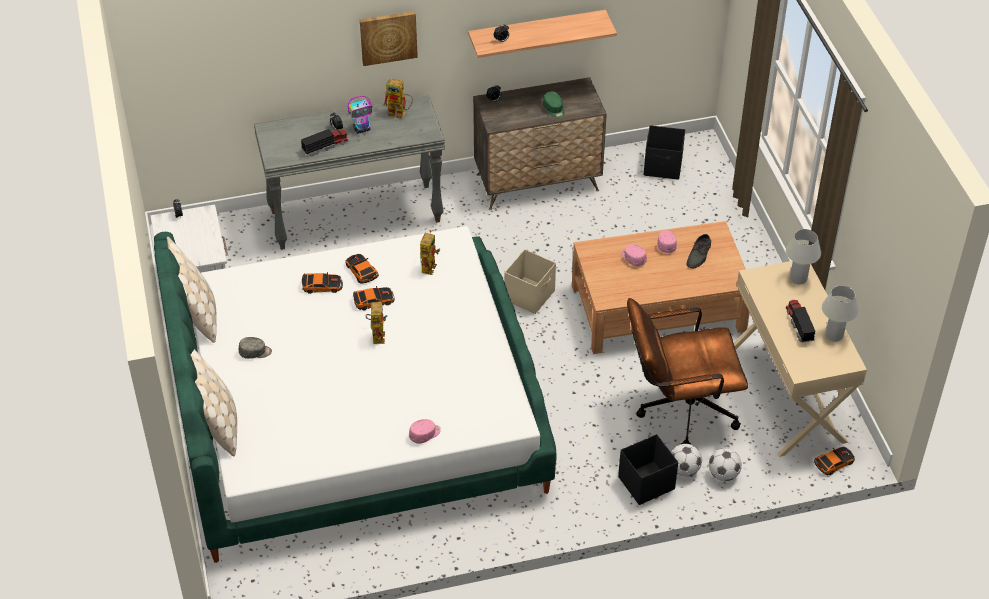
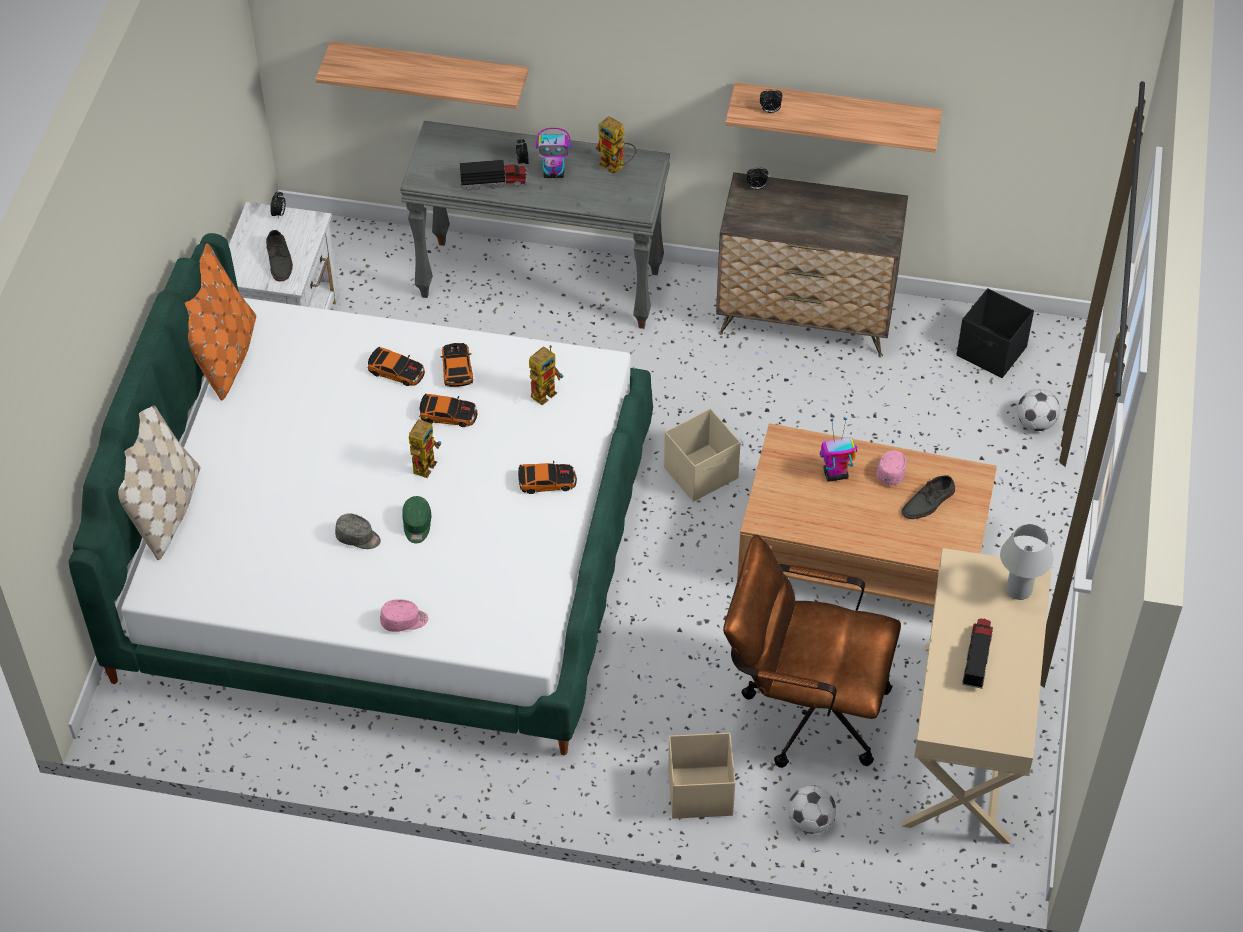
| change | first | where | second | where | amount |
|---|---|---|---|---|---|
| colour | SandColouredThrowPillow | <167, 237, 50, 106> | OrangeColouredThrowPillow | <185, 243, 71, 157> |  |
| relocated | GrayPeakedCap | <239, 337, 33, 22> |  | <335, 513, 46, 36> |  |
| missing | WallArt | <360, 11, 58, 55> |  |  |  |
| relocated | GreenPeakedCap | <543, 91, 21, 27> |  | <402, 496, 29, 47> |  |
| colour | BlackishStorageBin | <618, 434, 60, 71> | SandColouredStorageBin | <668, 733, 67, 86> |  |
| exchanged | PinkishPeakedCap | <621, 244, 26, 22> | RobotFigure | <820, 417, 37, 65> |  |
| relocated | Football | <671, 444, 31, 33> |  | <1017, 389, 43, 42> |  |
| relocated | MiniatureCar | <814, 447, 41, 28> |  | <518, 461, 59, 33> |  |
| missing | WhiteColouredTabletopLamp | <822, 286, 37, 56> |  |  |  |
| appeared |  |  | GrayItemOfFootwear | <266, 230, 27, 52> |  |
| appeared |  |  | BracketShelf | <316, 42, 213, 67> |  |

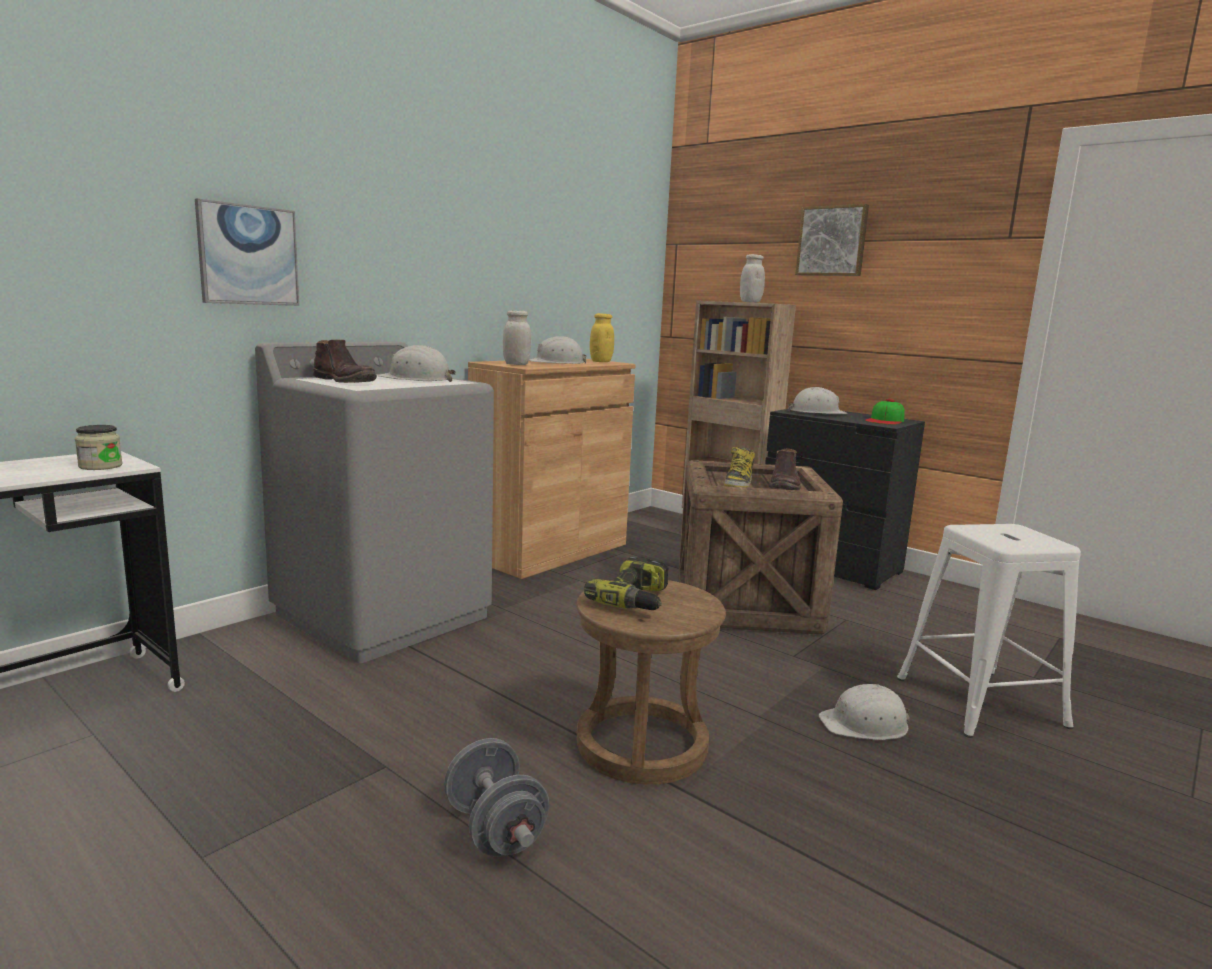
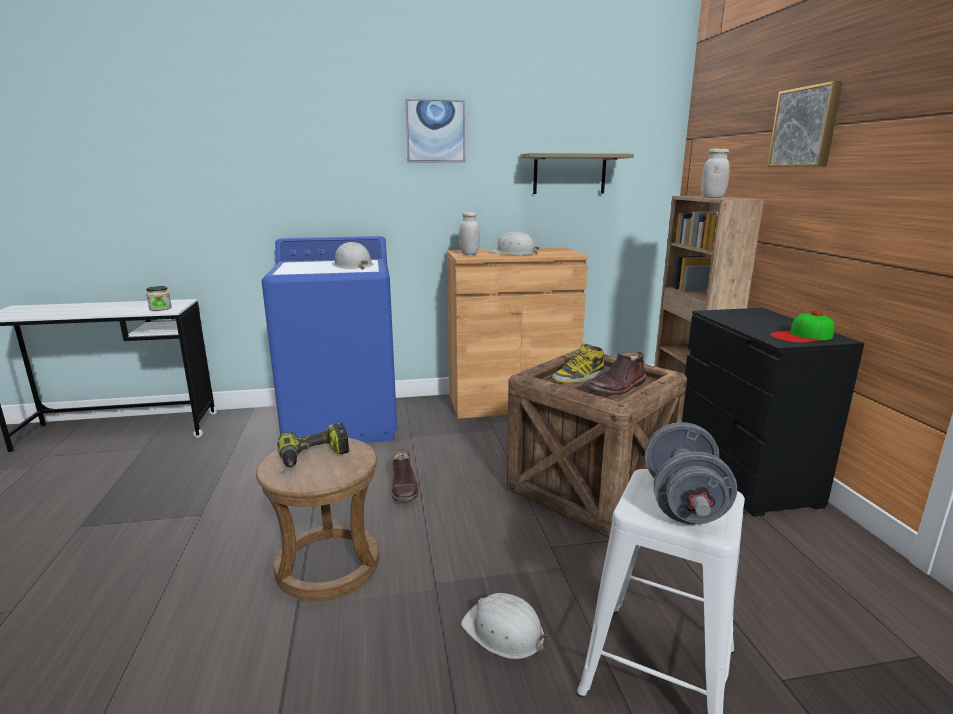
| change | first | where | second | where | amount |
|---|---|---|---|---|---|
| relocated | WallArt | <195, 198, 104, 108> |  | <405, 99, 60, 64> |  |
| colour | GrayWashingMachine | <255, 342, 239, 321> | BlueColouredWashingMachine | <261, 236, 136, 207> |  |
| relocated | BrownTallBoot | <313, 340, 64, 43> |  | <392, 449, 27, 53> |  |
| relocated | GrayDumbbell | <444, 738, 105, 119> |  | <645, 422, 92, 103> |  |
| missing | YellowJar | <590, 313, 24, 49> |  |  |  |
| missing | WhiteColouredHardHat | <788, 387, 60, 27> |  |  |  |
| appeared |  |  | BracketShelf | <520, 153, 114, 41> |  |

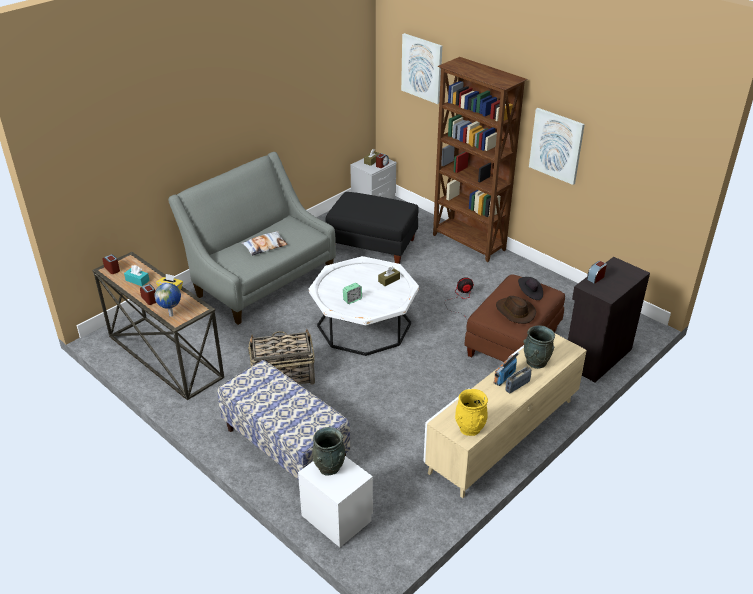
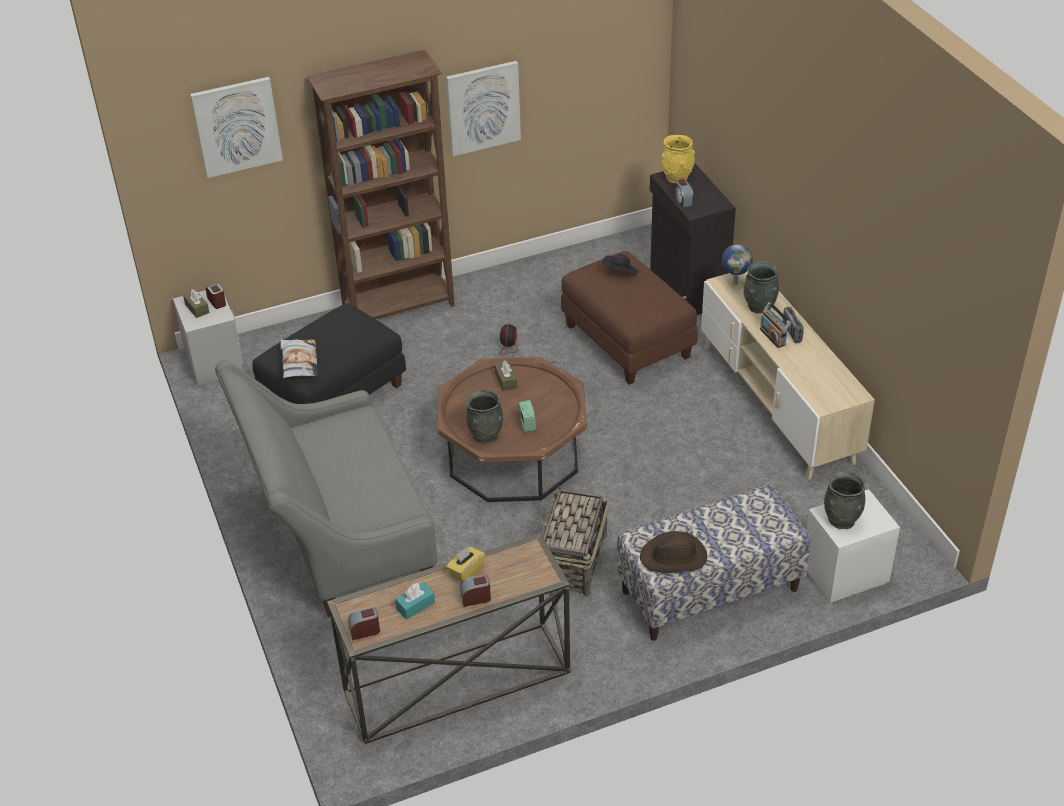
| change | first | where | second | where | amount |
|---|---|---|---|---|---|
| relocated | Globe | <154, 283, 27, 34> |  | <722, 244, 31, 41> |  |
| relocated | ThrowPillow | <242, 231, 46, 25> |  | <281, 339, 37, 39> |  |
| colour | WhiteColouredLowTable | <309, 256, 110, 100> | BrownLowTable | <437, 357, 150, 145> |  |
| relocated | YellowDecorativeVase | <455, 389, 33, 47> |  | <661, 135, 34, 48> |  |
| relocated | BrownClothingHat | <496, 296, 40, 28> |  | <640, 531, 68, 42> |  |
| appeared |  |  | GrayDecorativeVase | <465, 390, 38, 54> |  |

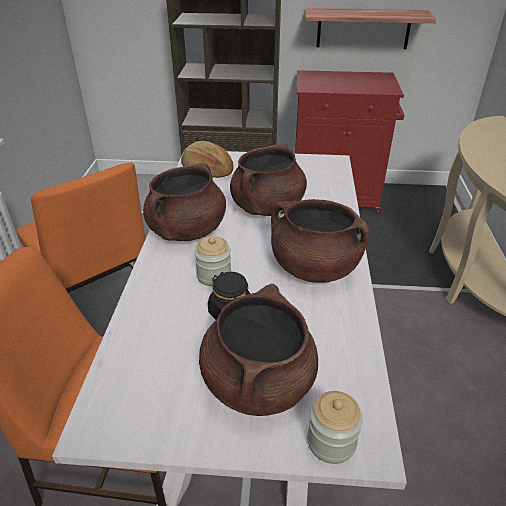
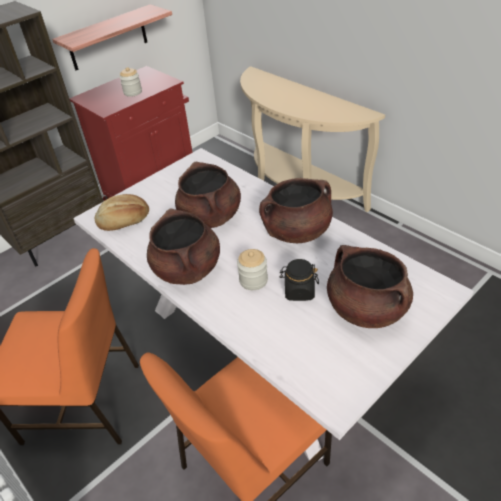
| change | first | where | second | where | amount |
|---|---|---|---|---|---|
| relocated | Jar | <307, 391, 56, 73> |  | <119, 67, 23, 30> |  |

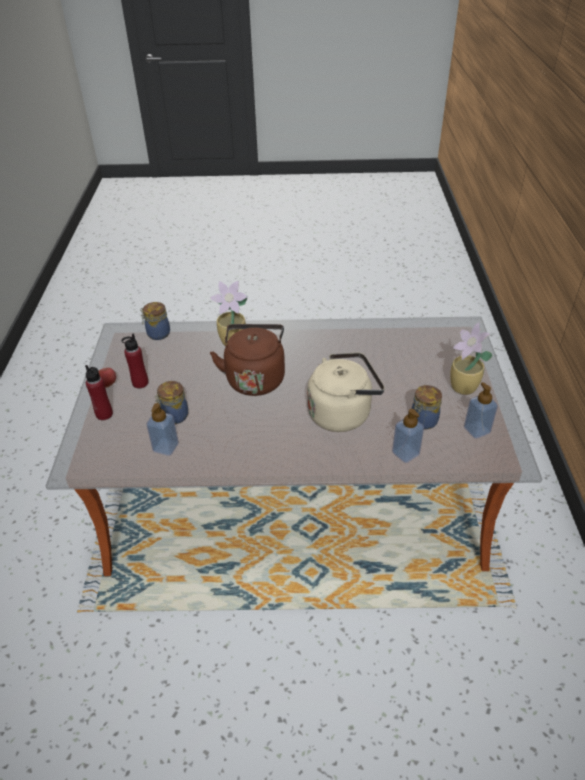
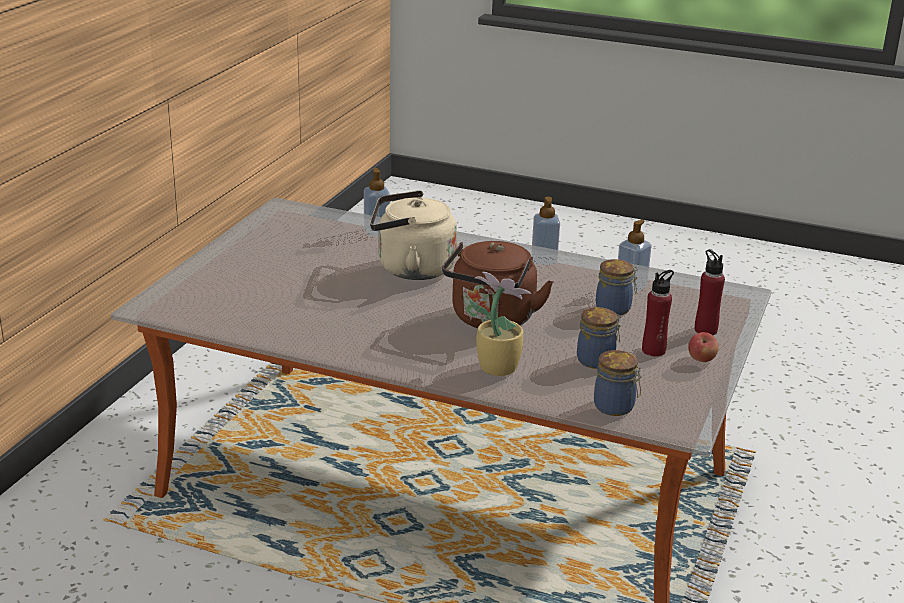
| change | first | where | second | where | amount |
|---|---|---|---|---|---|
| relocated | Jar | <412, 385, 30, 44> |  | <577, 307, 44, 62> |  |
| missing | PottedPlant | <450, 322, 43, 73> |  |  |  |
| relocated | SoapDispenser | <464, 382, 34, 57> |  | <531, 197, 29, 68> |  |

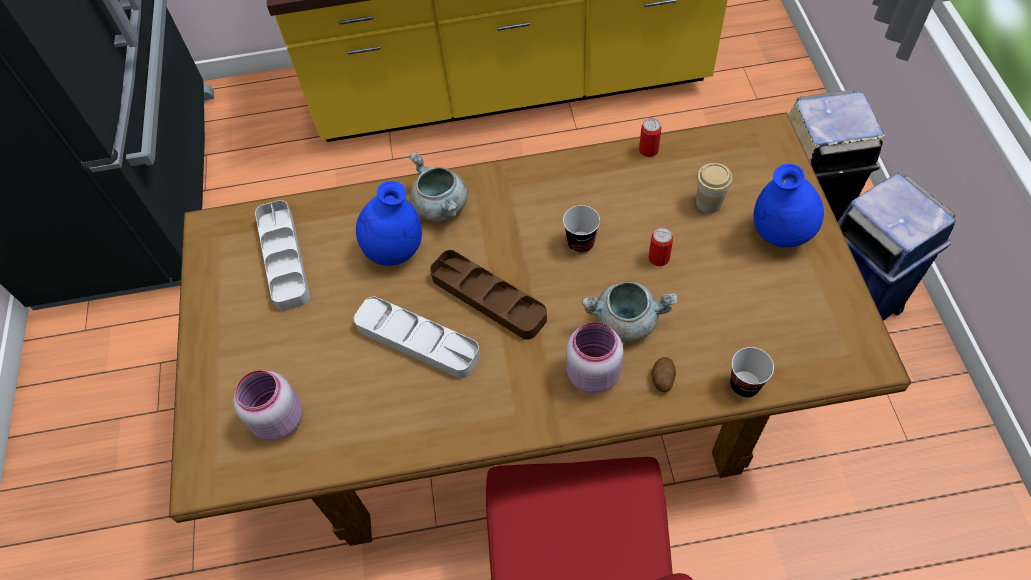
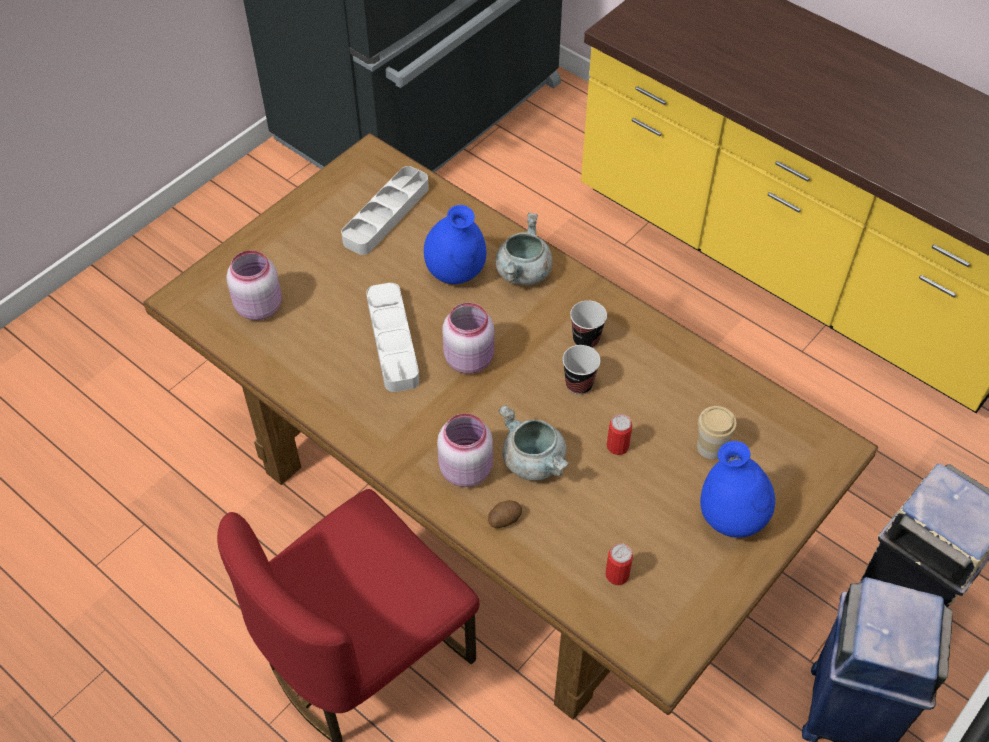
| change | first | where | second | where | amount |
|---|---|---|---|---|---|
| exchanged | BrownTray | <430, 250, 117, 90> | PinkishJar | <443, 303, 51, 71> |  |
| relocated | Can | <639, 118, 23, 39> |  | <605, 543, 28, 42> |  |
| relocated | Cup | <730, 347, 44, 51> |  | <570, 300, 37, 48> |  |

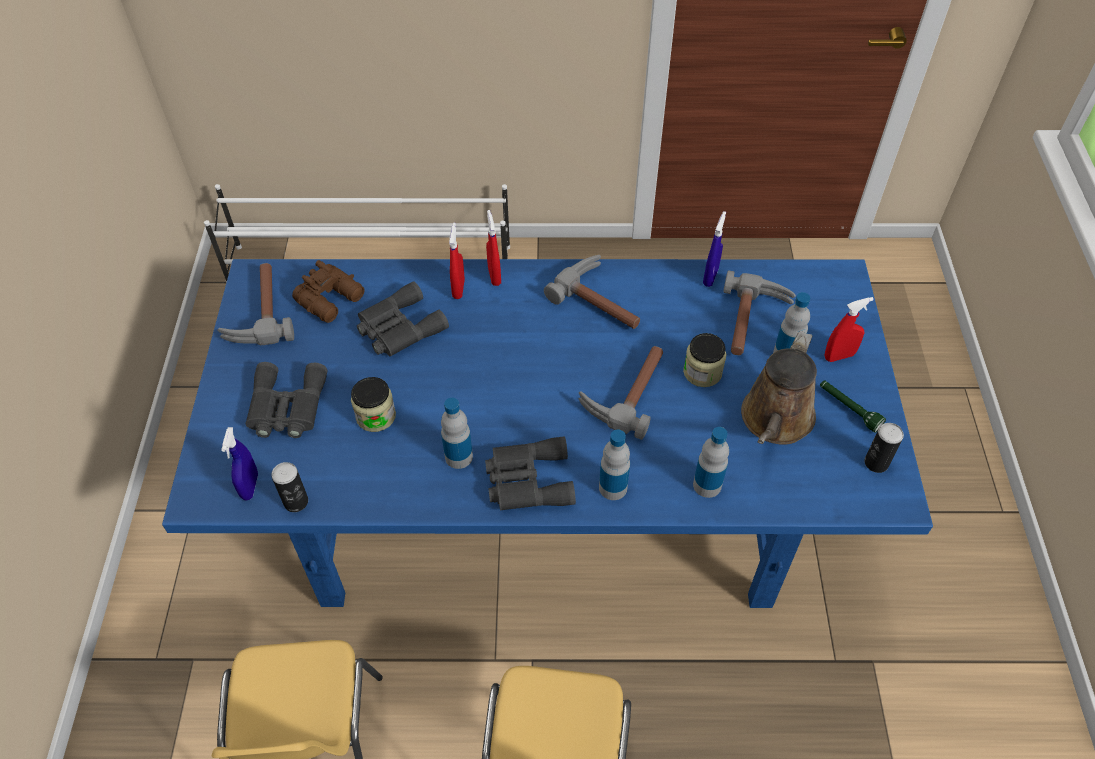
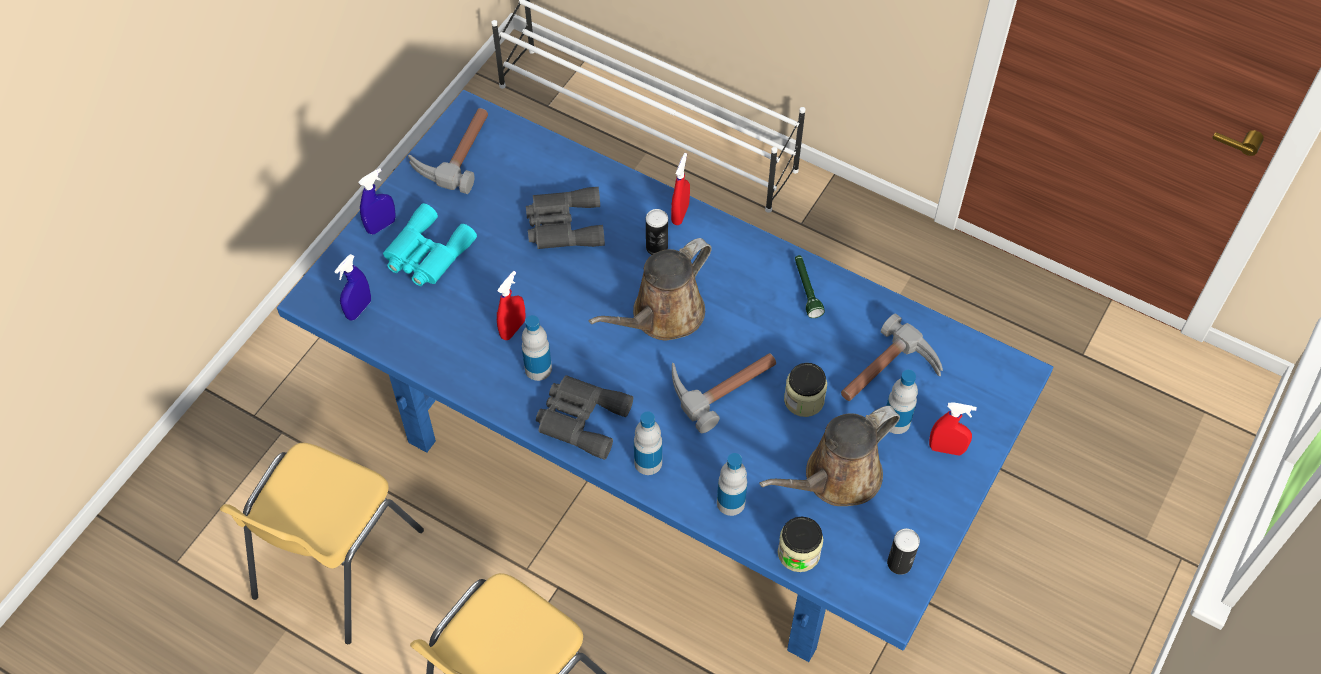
| change | first | where | second | where | amount |
|---|---|---|---|---|---|
| colour | GrayPairOfBinoculars | <245, 362, 82, 76> | TurquoiseColouredPairOfBinoculars | <383, 203, 94, 83> |  |
| relocated | Can | <271, 462, 37, 50> |  | <646, 209, 22, 46> |  |
| missing | BrownPairOfBinoculars | <292, 260, 72, 63> |  |  |  |
| relocated | Jar | <351, 377, 45, 55> |  | <778, 517, 45, 55> |  |
| relocated | RedSprayer | <449, 223, 16, 76> |  | <497, 271, 29, 69> |  |
| missing | HandHammer | <544, 255, 96, 74> |  |  |  |
| relocated | BlueColouredSprayer | <703, 211, 23, 76> |  | <358, 168, 38, 66> |  |
| relocated | GreenFlashlight | <820, 380, 66, 53> |  | <795, 255, 30, 63> |  |
| appeared |  |  | BrownSprinklingCan | <589, 238, 123, 102> |  |

